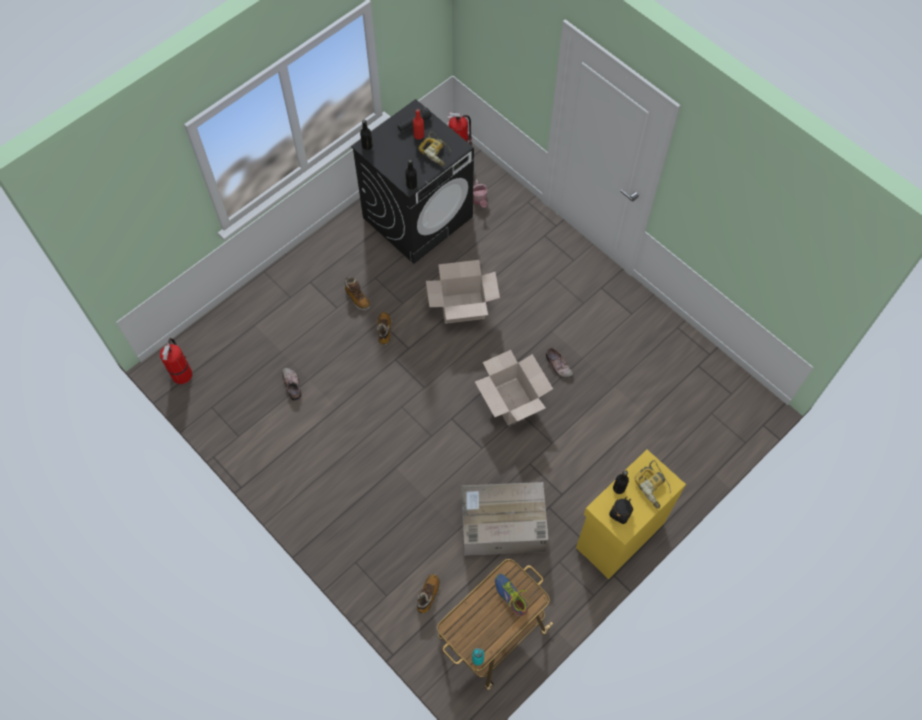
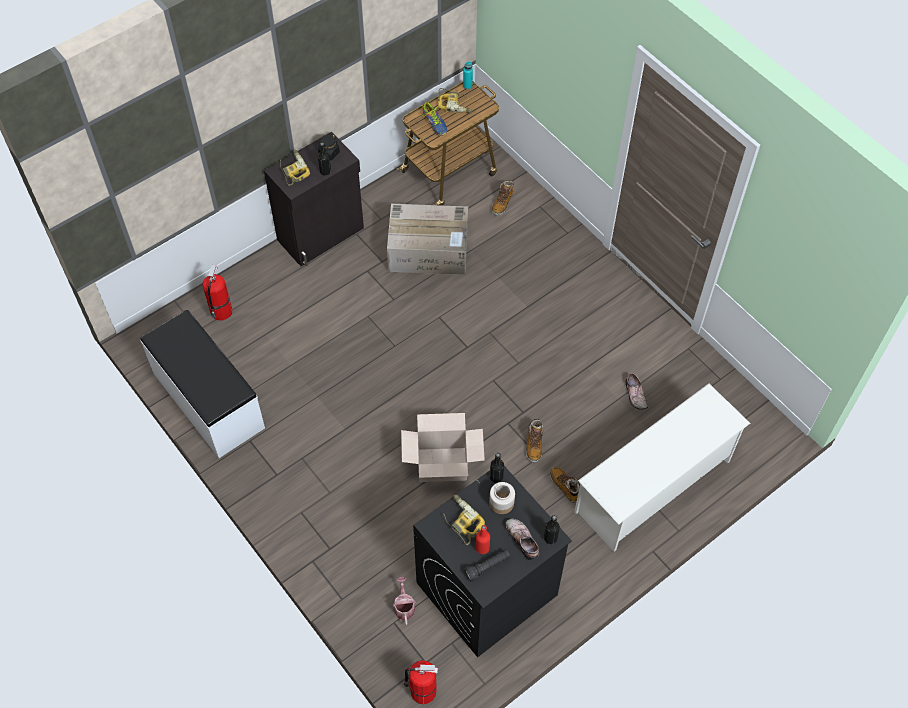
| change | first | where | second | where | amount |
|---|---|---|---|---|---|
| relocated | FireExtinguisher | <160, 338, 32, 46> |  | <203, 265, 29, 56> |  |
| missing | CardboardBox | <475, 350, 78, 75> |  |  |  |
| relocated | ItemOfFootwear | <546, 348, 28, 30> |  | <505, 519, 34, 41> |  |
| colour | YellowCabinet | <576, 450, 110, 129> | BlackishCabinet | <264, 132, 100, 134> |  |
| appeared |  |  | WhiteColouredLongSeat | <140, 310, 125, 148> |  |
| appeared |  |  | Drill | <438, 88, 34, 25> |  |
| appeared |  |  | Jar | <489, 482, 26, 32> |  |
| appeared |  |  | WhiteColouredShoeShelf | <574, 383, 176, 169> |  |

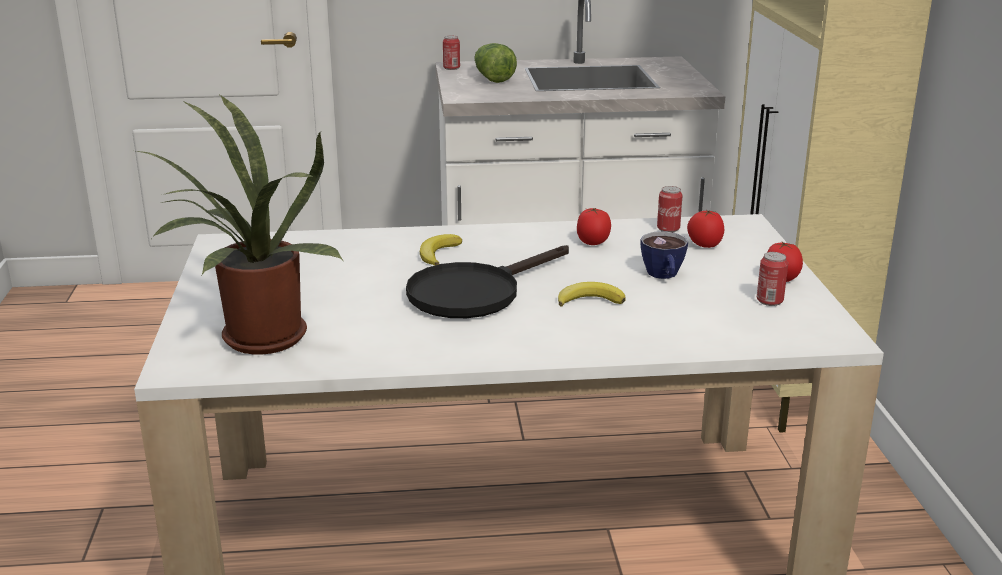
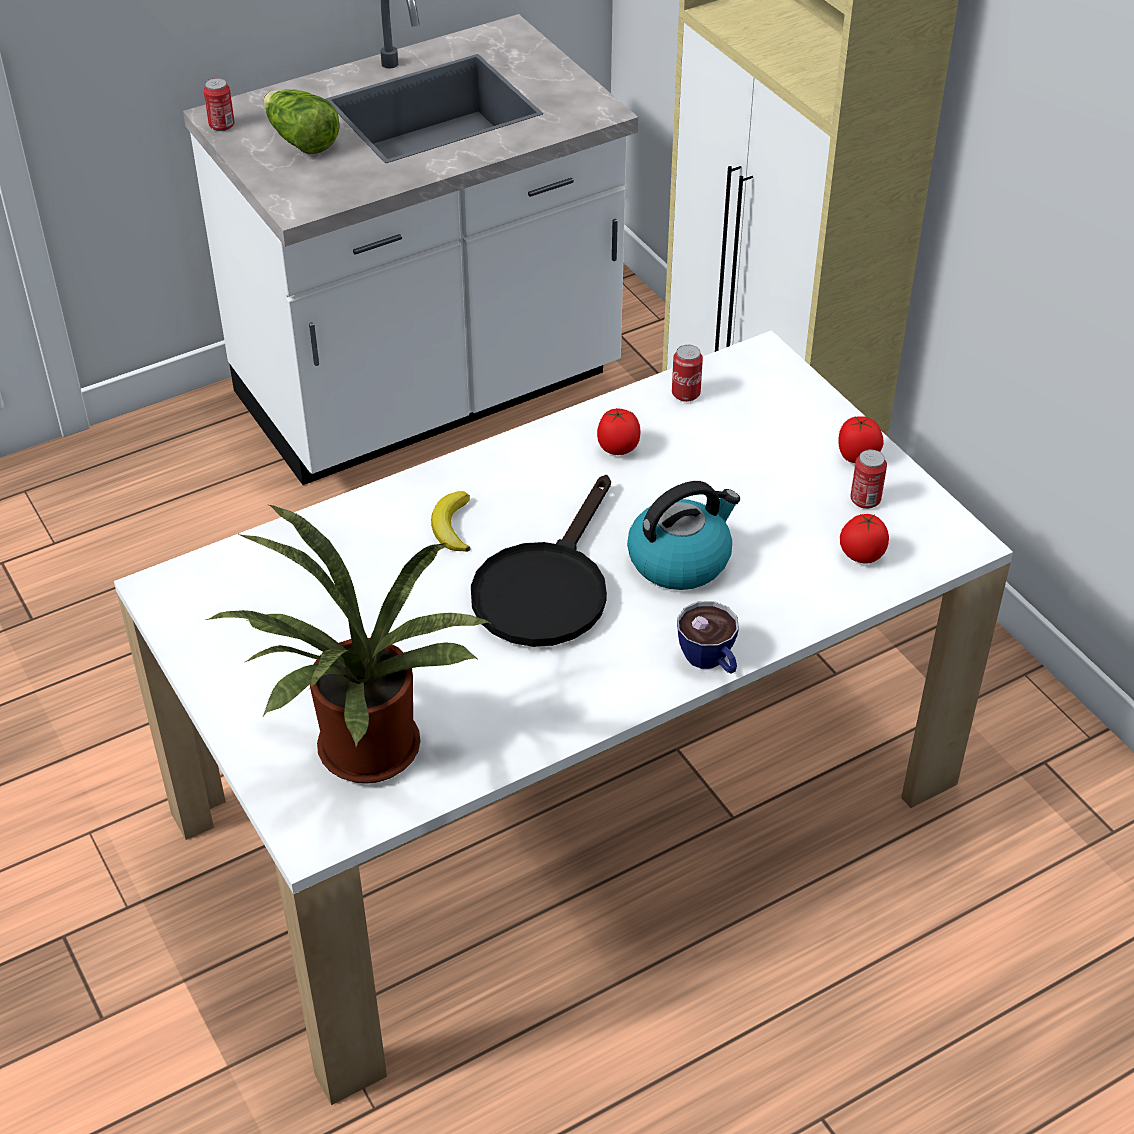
| change | first | where | second | where | amount |
|---|---|---|---|---|---|
| exchanged | Banana | <558, 282, 68, 25> | WaterKettle | <627, 481, 113, 109> |  |
| relocated | Cup | <641, 231, 47, 48> |  | <677, 601, 62, 72> |  |
| relocated | FreshTomato | <687, 210, 37, 38> |  | <840, 514, 49, 50> |  |

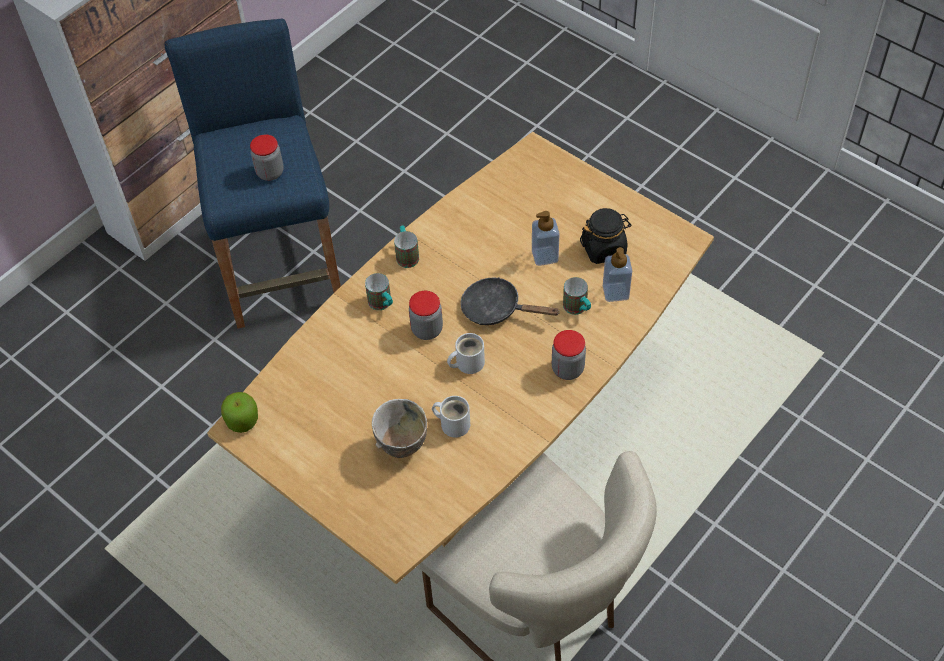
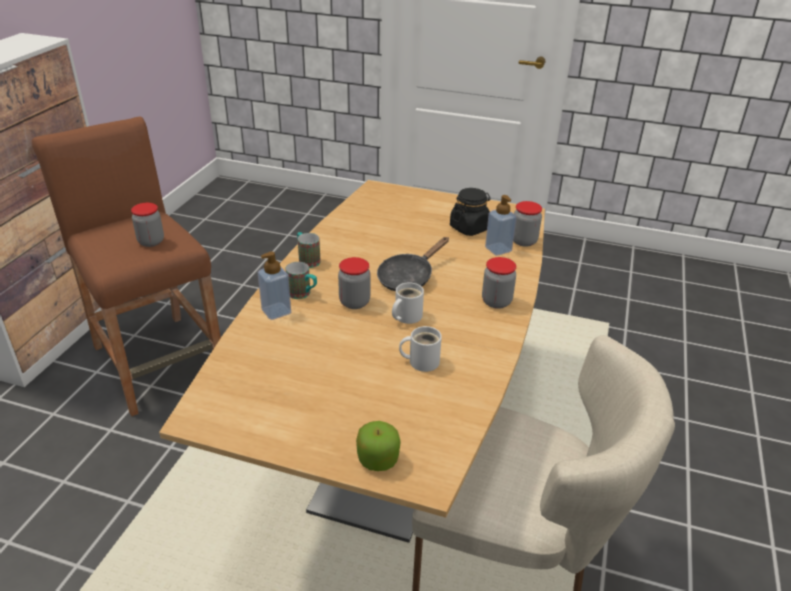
| change | first | where | second | where | amount |
|---|---|---|---|---|---|
| colour | BlueColouredStoolSeat | <165, 18, 176, 310> | BrownStoolSeat | <32, 116, 189, 300> |  |
| relocated | WholeApple | <221, 392, 37, 41> |  | <356, 421, 45, 50> |  |
| missing | Bowl | <372, 399, 55, 59> |  |  |  |
| spun | BlackishPan | <460, 277, 100, 48> |  | <377, 237, 72, 54> | 45 degrees counterclockwise |
| relocated | SoapDispenser | <532, 211, 28, 55> |  | <258, 251, 33, 69> |  |
| missing | TeaMug | <563, 277, 28, 38> |  |  |  |
| appeared |  |  | Jar | <514, 201, 28, 46> |  |

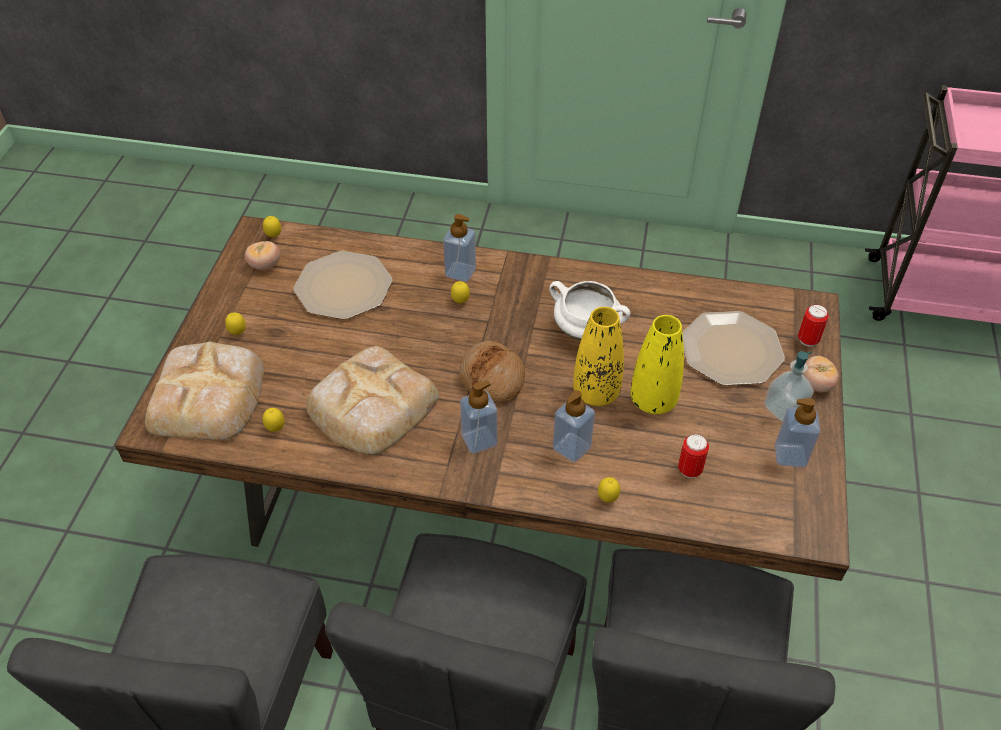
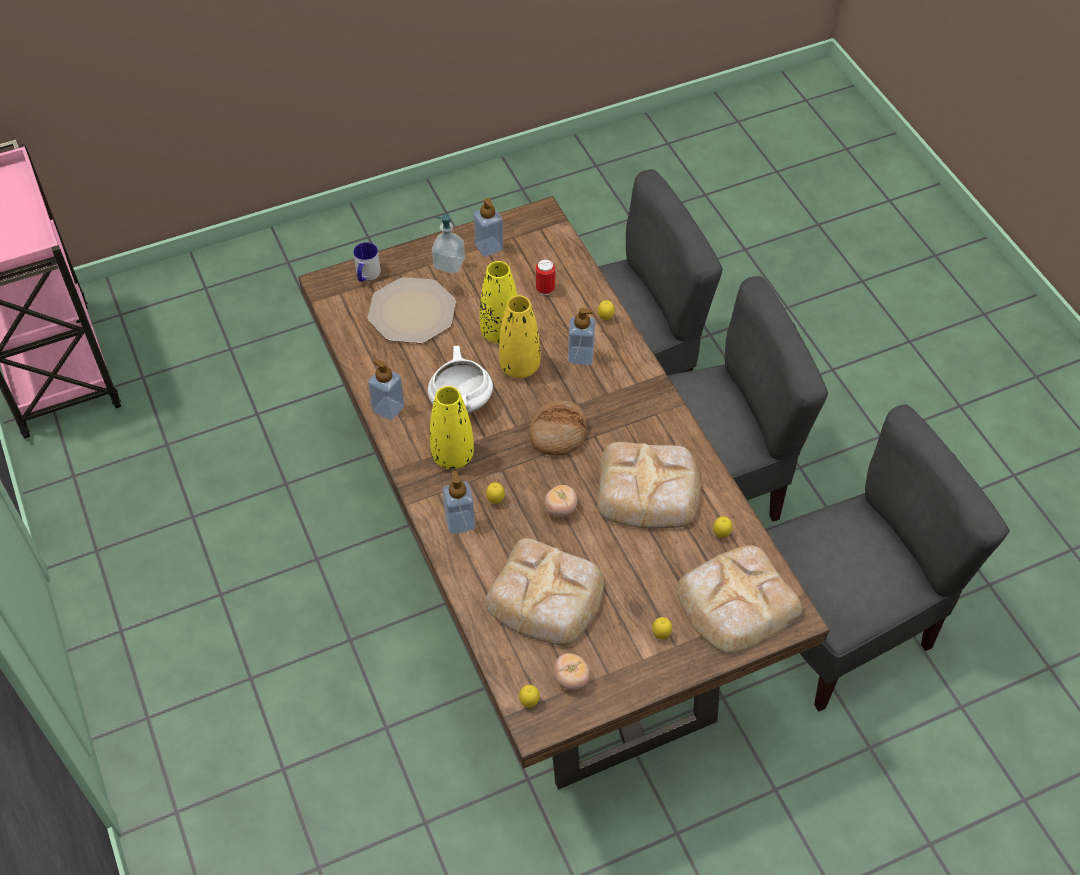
| change | first | where | second | where | amount |
|---|---|---|---|---|---|
| exchanged | Plate | <293, 251, 99, 69> | BakeryBread | <485, 538, 119, 108> |  |
| relocated | SoapDispenser | <460, 381, 37, 73> |  | <368, 359, 37, 61> |  |
| exchanged | Can | <798, 304, 31, 43> | TeaMug | <353, 242, 28, 40> |  |
| relocated | FreshTomato | <803, 356, 36, 37> |  | <544, 485, 34, 32> |  |
| appeared |  |  | YellowDecorativeVase | <430, 386, 44, 83> |  |

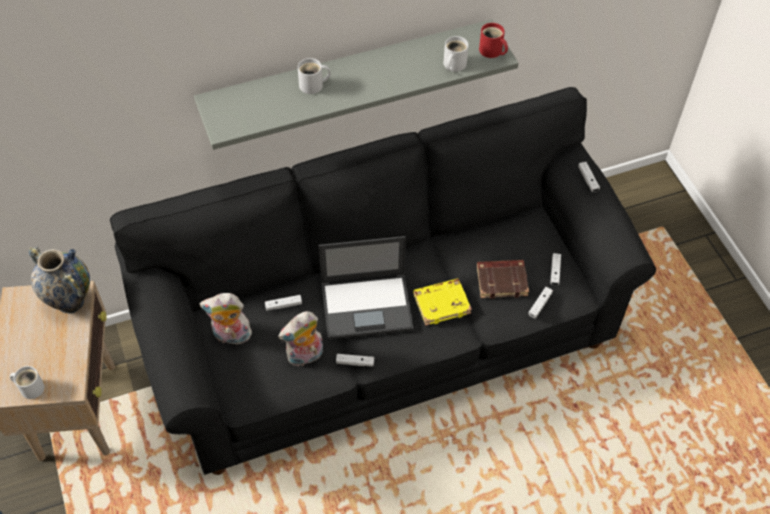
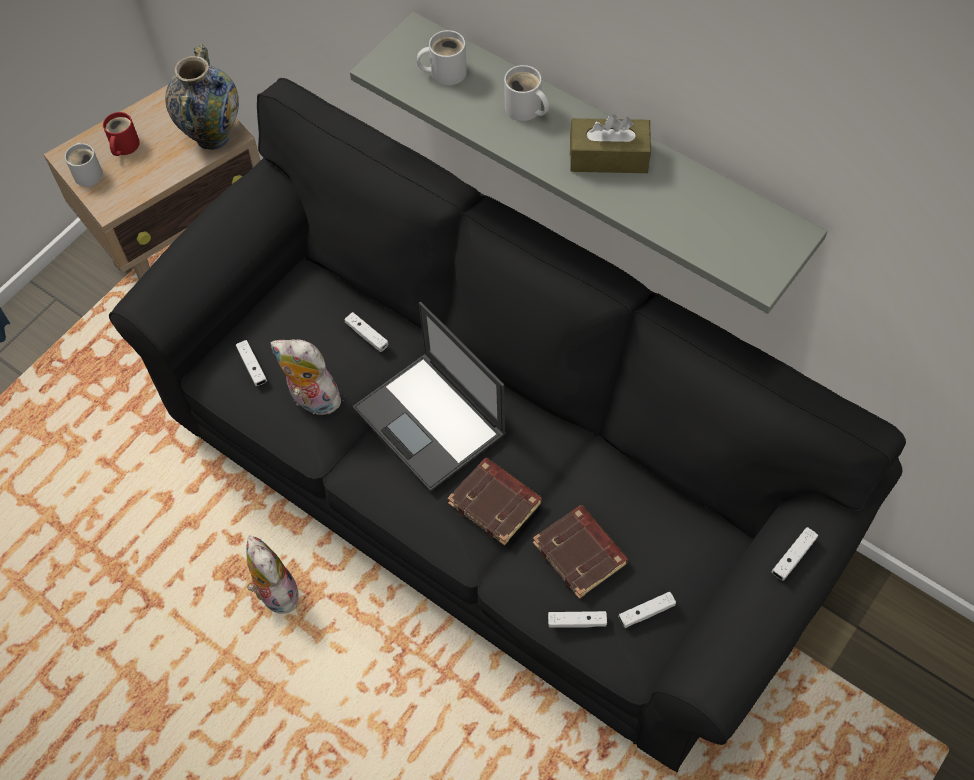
| change | first | where | second | where | amount |
|---|---|---|---|---|---|
| relocated | CuddlyToy | <199, 293, 53, 51> |  | <246, 535, 53, 79> |  |
| relocated | WhiteColouredGameController | <336, 354, 38, 13> |  | <236, 340, 31, 46> |  |
| colour | YellowBoundBook | <413, 279, 59, 47> | BrownBoundBook | <447, 458, 95, 88> |  |
| relocated | WhiteColouredTeaMug | <444, 36, 25, 36> |  | <417, 30, 50, 55> |  |
| relocated | RedTeaMug | <479, 23, 29, 35> |  | <103, 112, 37, 44> |  |
| appeared |  |  | BrownTissueHolder | <570, 114, 81, 59> |  |

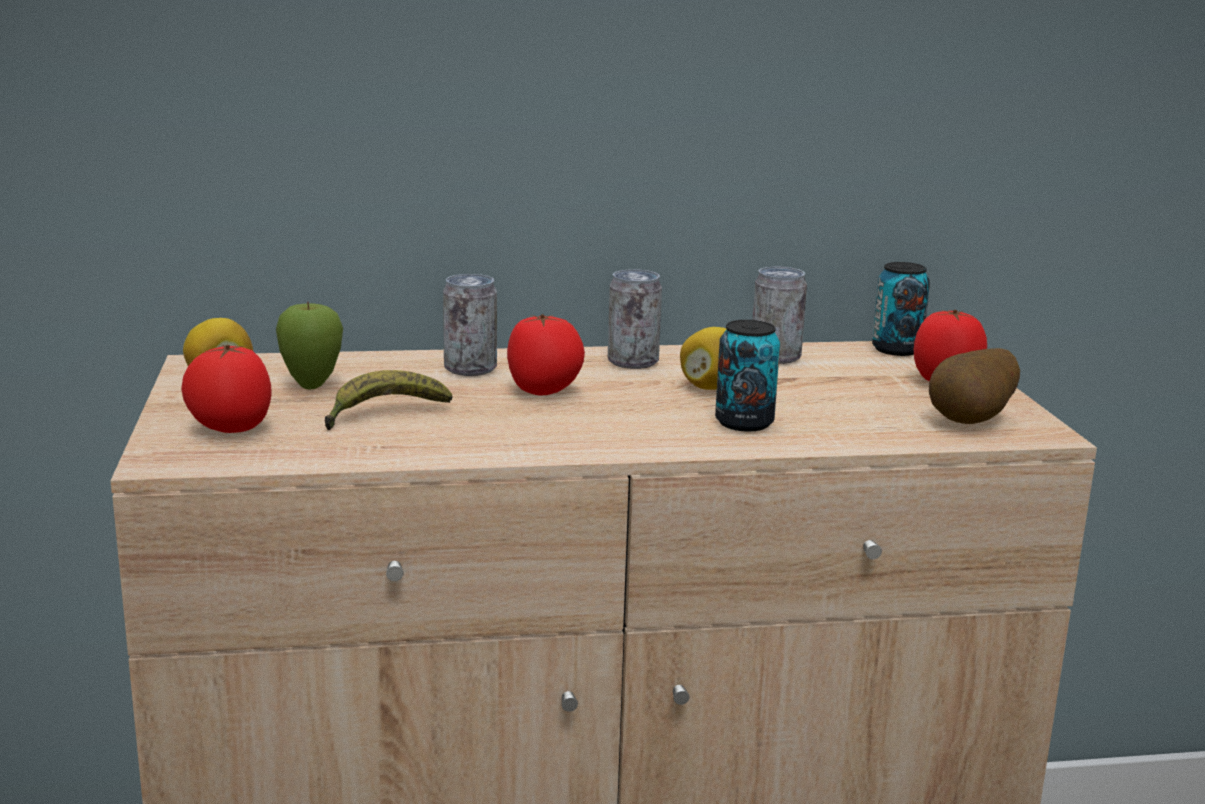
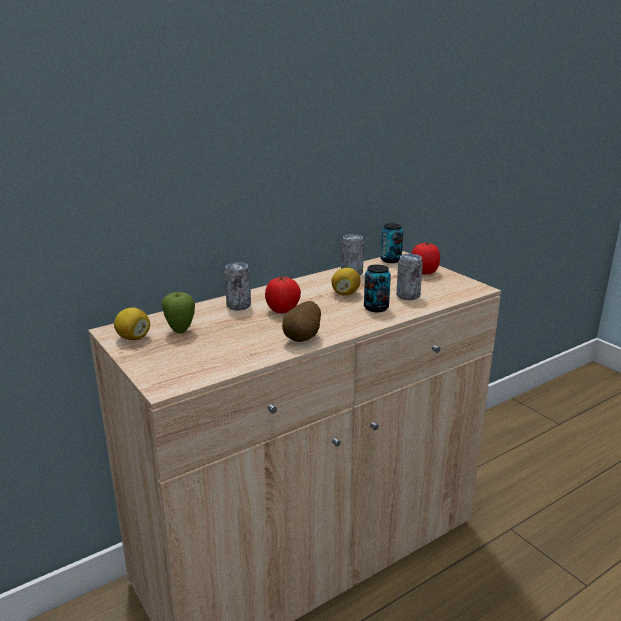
| change | first | where | second | where | amount |
|---|---|---|---|---|---|
| missing | FreshTomato | <181, 345, 91, 88> |  |  |  |
| missing | Banana | <325, 370, 127, 60> |  |  |  |
| relocated | Can | <608, 269, 54, 100> |  | <396, 254, 27, 46> |  |
| relocated | Potato | <929, 348, 91, 76> |  | <282, 301, 39, 41> |  |

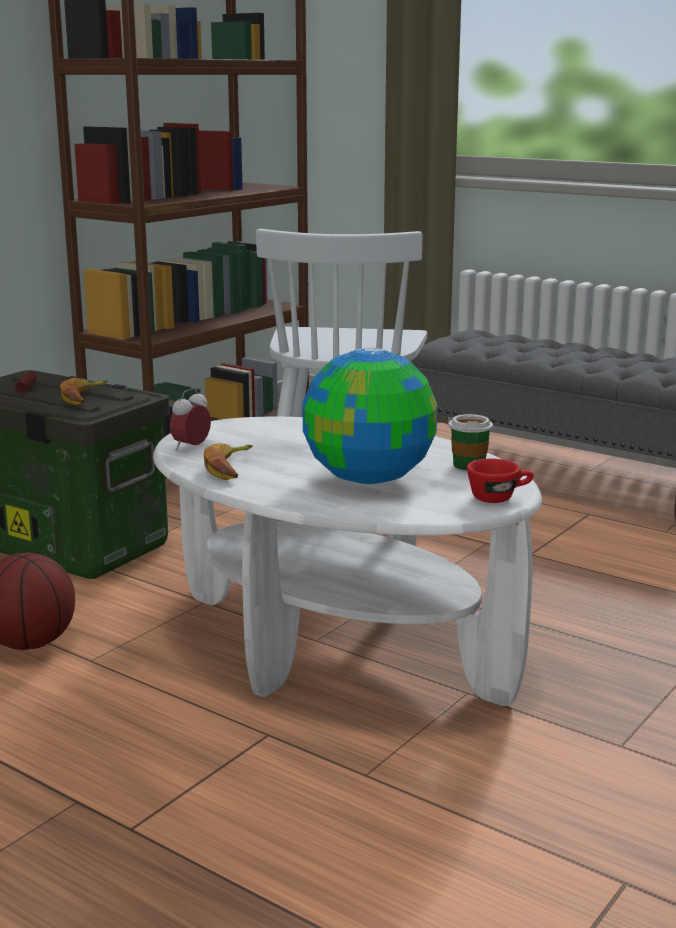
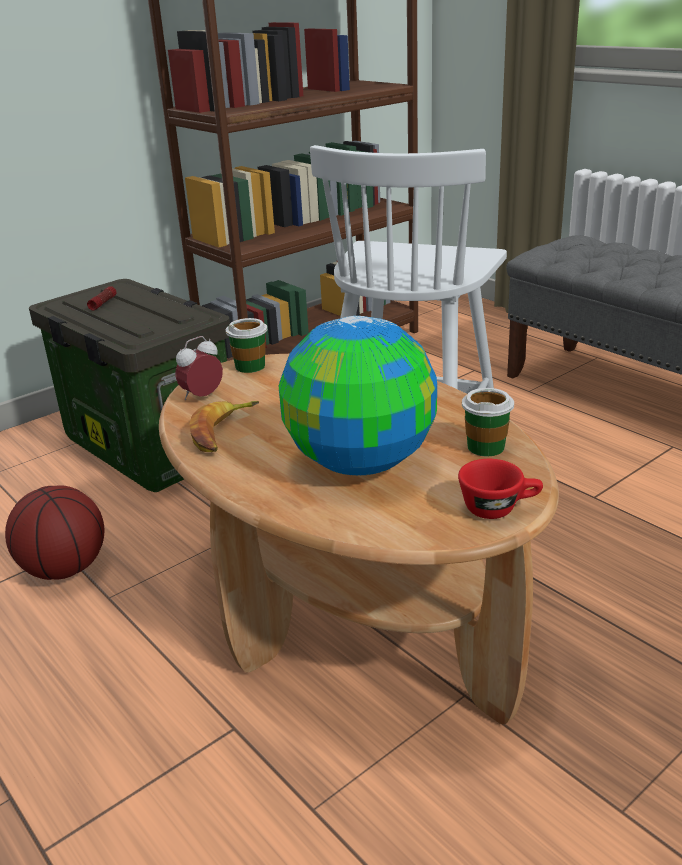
| change | first | where | second | where | amount |
|---|---|---|---|---|---|
| missing | Banana | <60, 378, 48, 27> |  |  |  |
| colour | WhiteColouredLowTable | <153, 417, 389, 289> | BrownLowTable | <159, 354, 400, 370> |  |
| appeared |  |  | Cup | <226, 318, 41, 55> |  |

